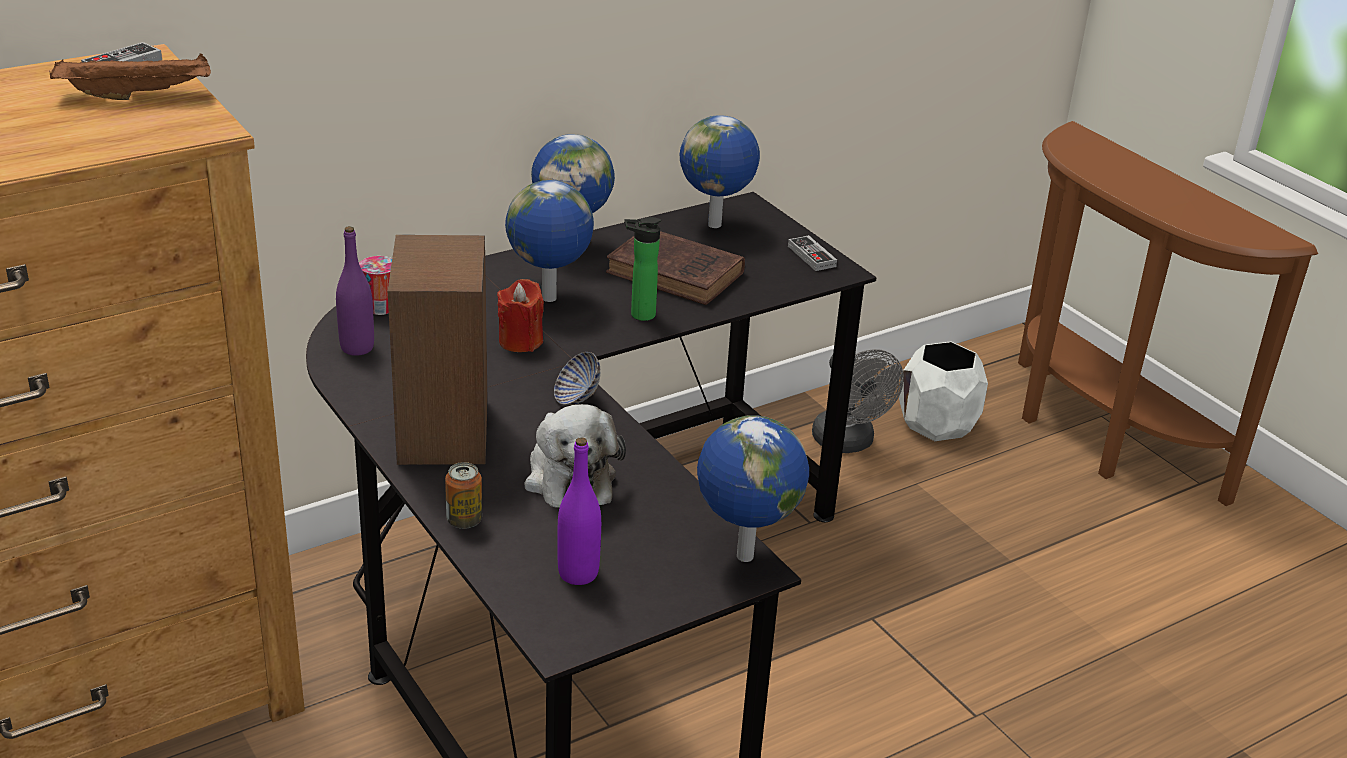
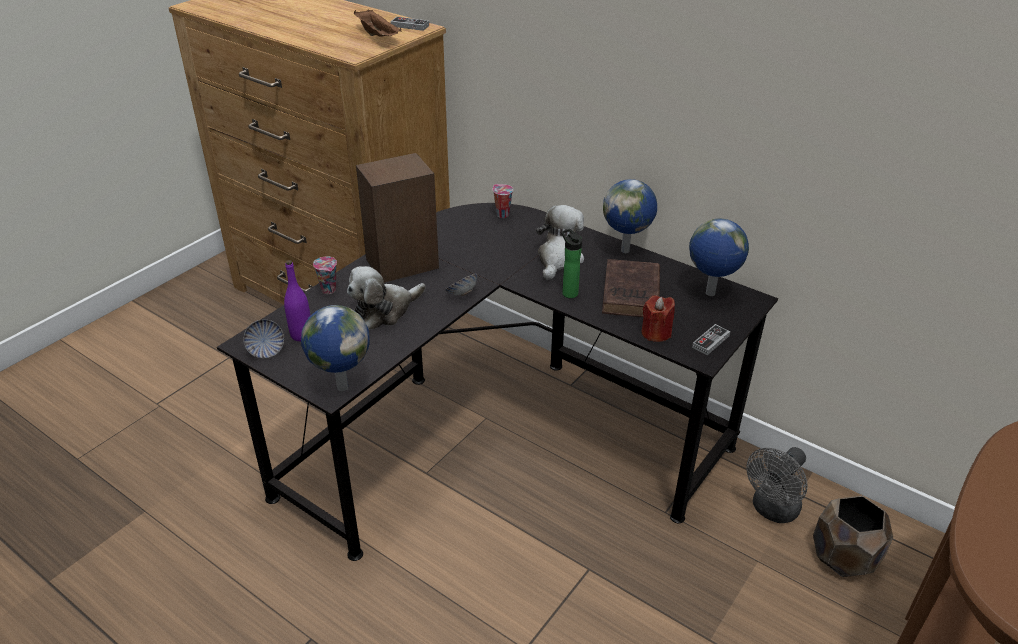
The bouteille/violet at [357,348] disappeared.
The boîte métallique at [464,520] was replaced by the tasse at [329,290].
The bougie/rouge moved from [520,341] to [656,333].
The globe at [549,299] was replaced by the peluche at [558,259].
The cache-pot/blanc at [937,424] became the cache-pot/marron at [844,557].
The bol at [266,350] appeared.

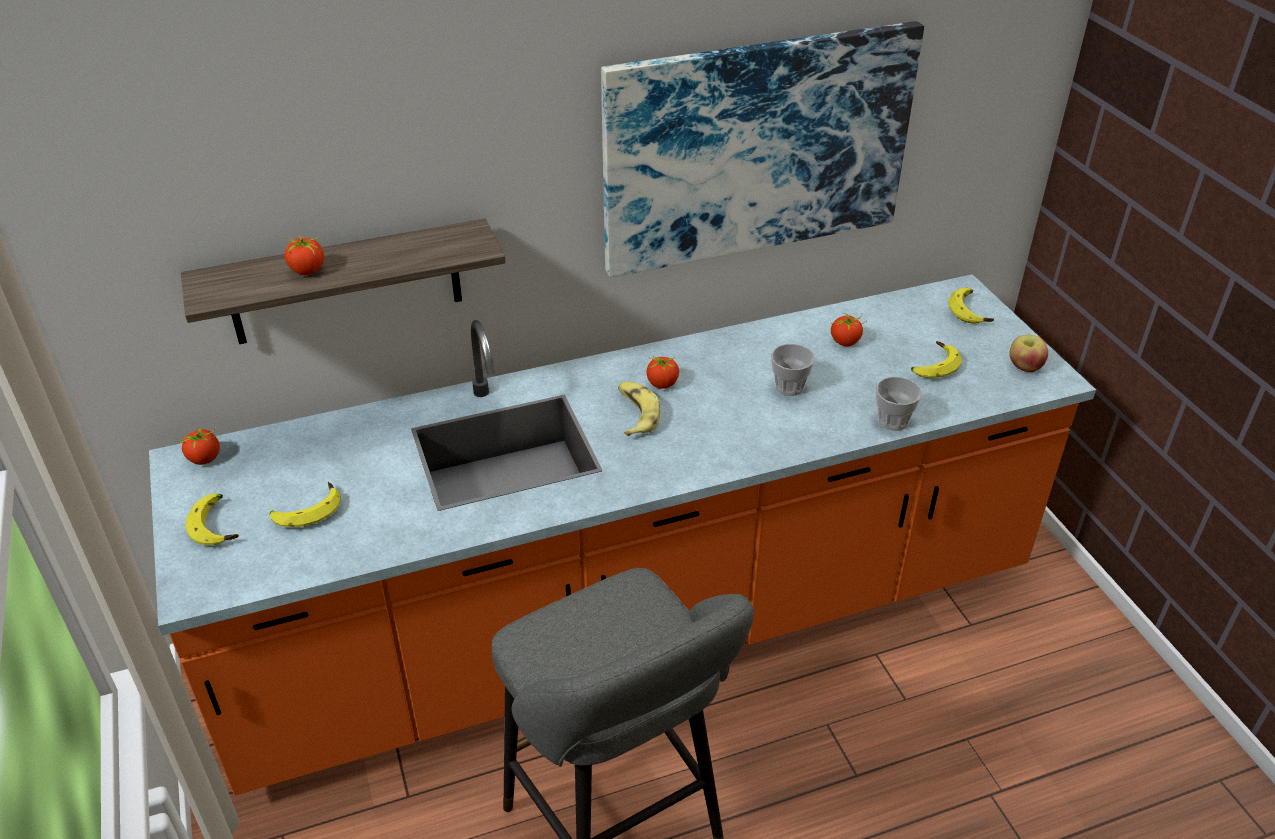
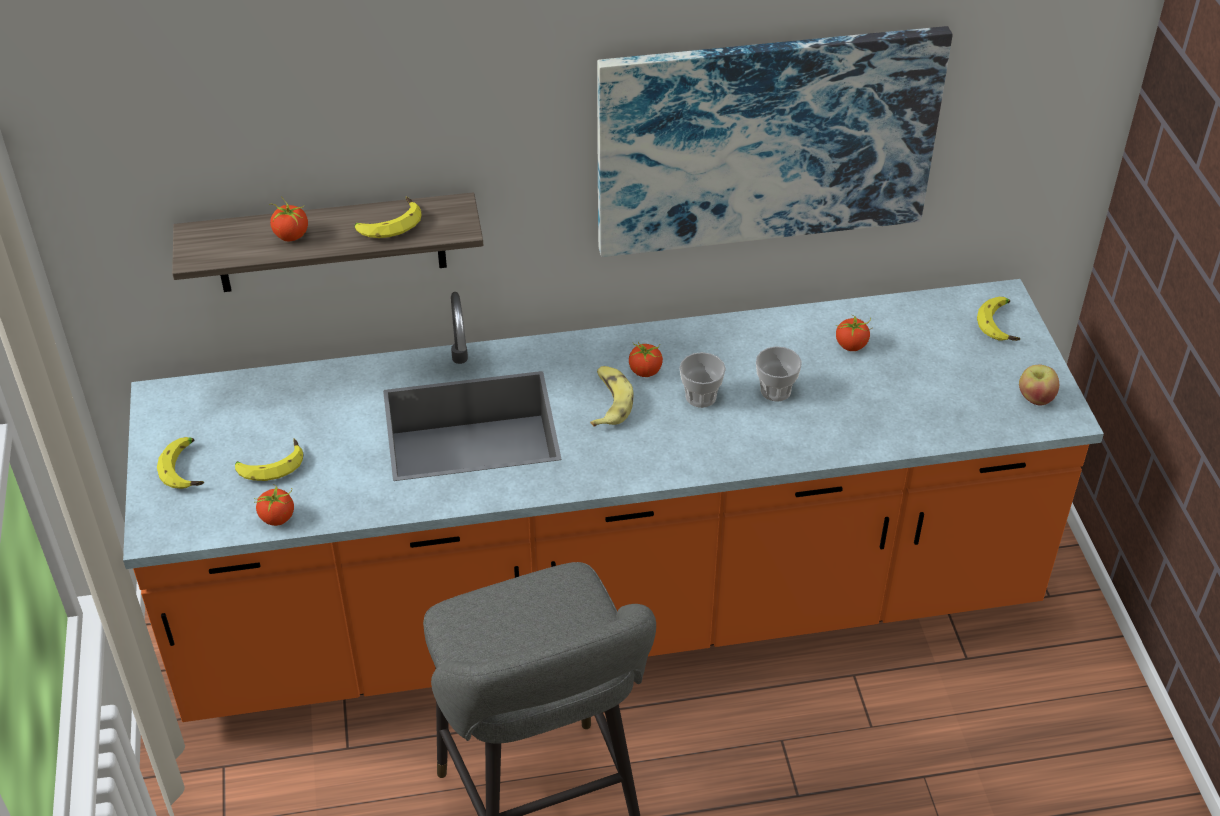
The tomate moved from [205,458] to [278,517].
The tasse moved from [893,421] to [701,397].
The banane moved from [932,365] to [388,224].

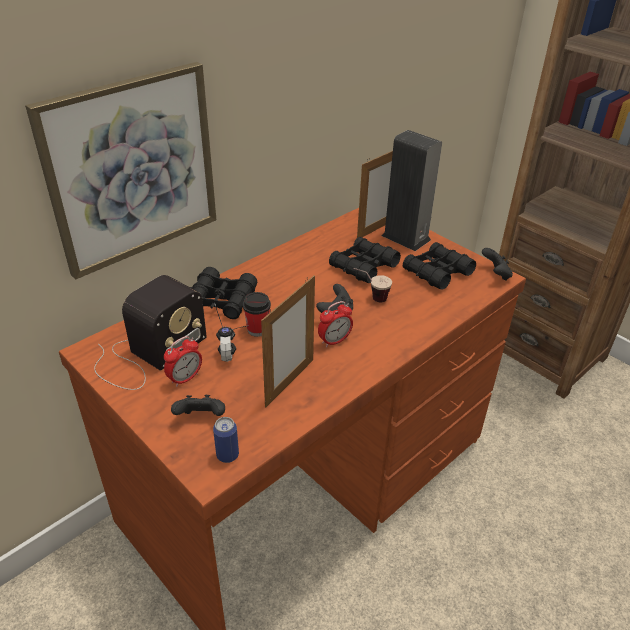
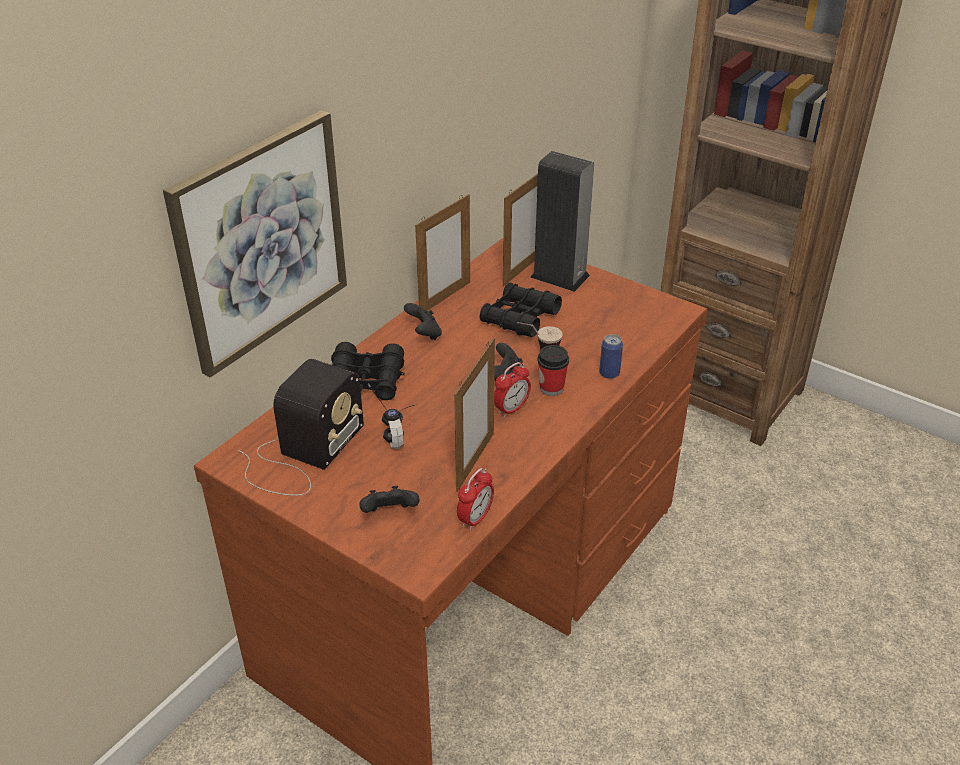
The réveil moved from [185,378] to [475,518].
The boîte métallique moved from [227,455] to [609,373].
The tasse moved from [257,329] to [551,388].
The jumelles/noir at [437,272] disappeared.
The manette/noir moved from [495,274] to [424,334].
The cadre photo at [445,298] appeared.

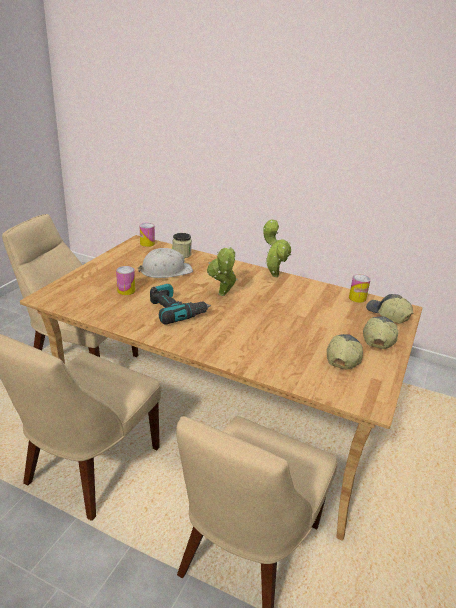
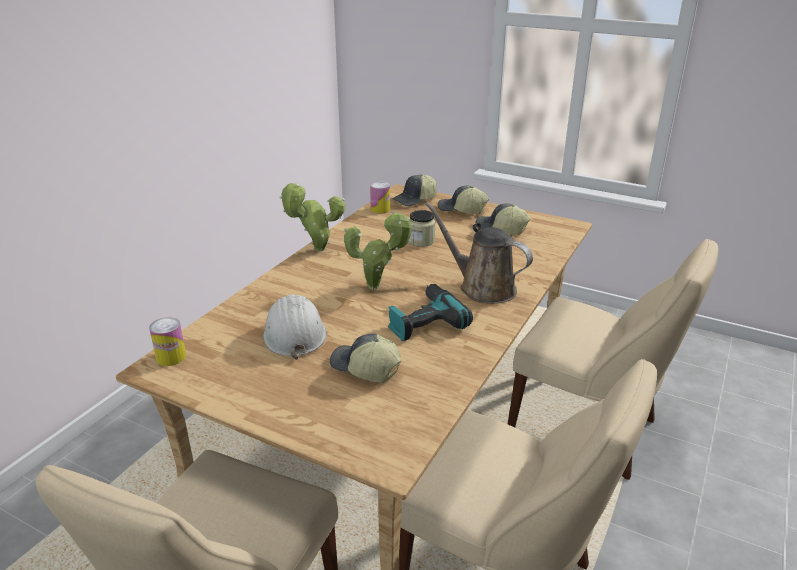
The boîte métallique at [126,291] was replaced by the casquette at [364,368].
The bocal moved from [181,254] to [421,241].
The arrosoir/marron at [482,287] appeared.

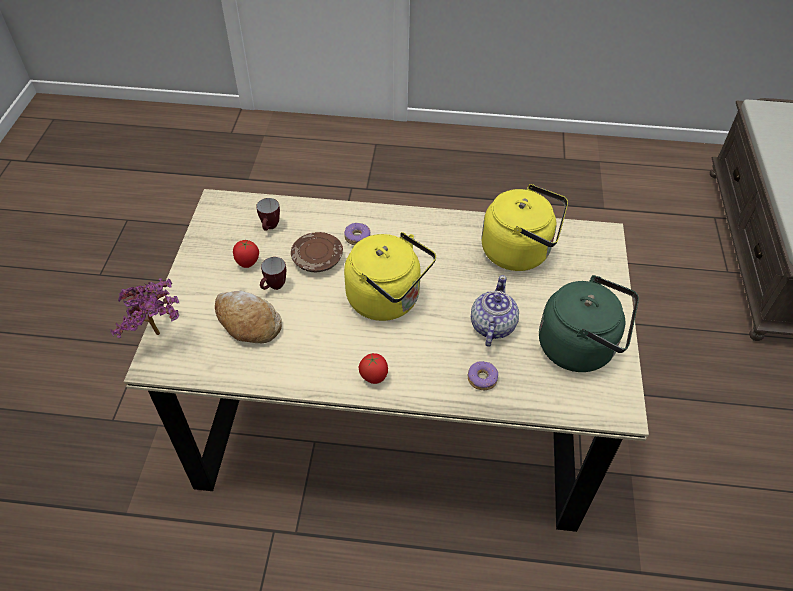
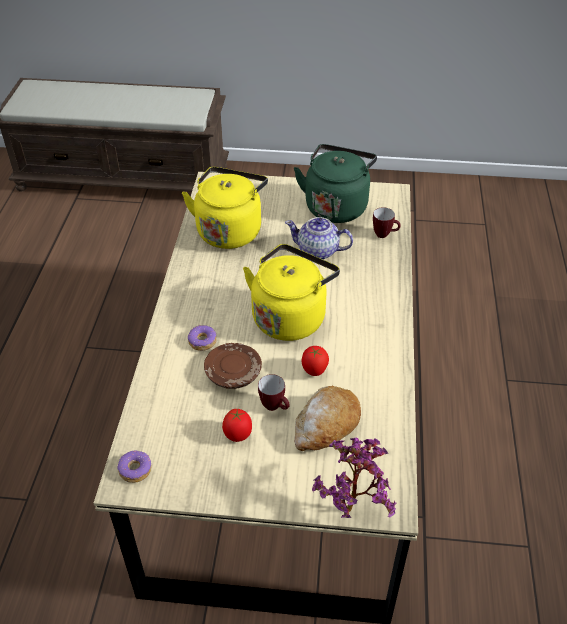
The mug moved from [270,228] to [384,235].
The tomate moved from [374,377] to [314,371].
The beignet moved from [482,379] to [135,469].

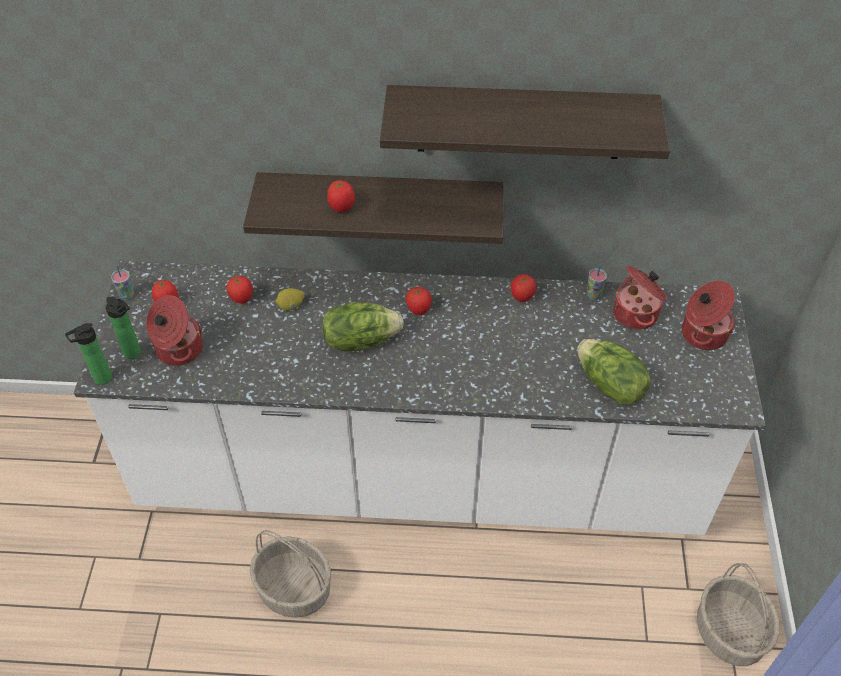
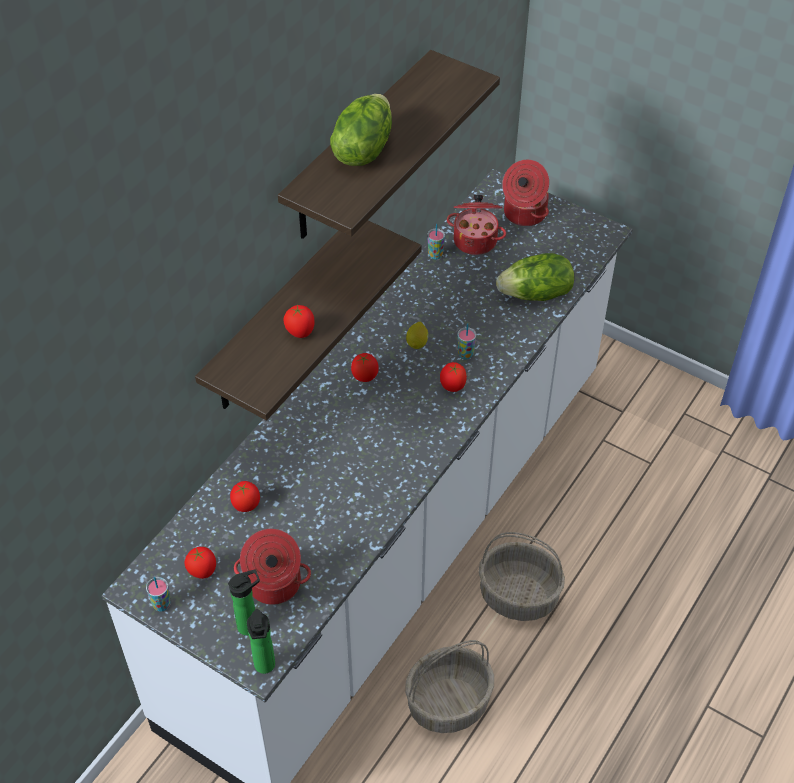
The citron moved from [291,306] to [417,343].
The laitue moved from [360,340] to [362,149].
The tomate moved from [521,298] to [452,387].
The panier moved from [730,632] to [519,595].
The tasse at [465,354] appeared.

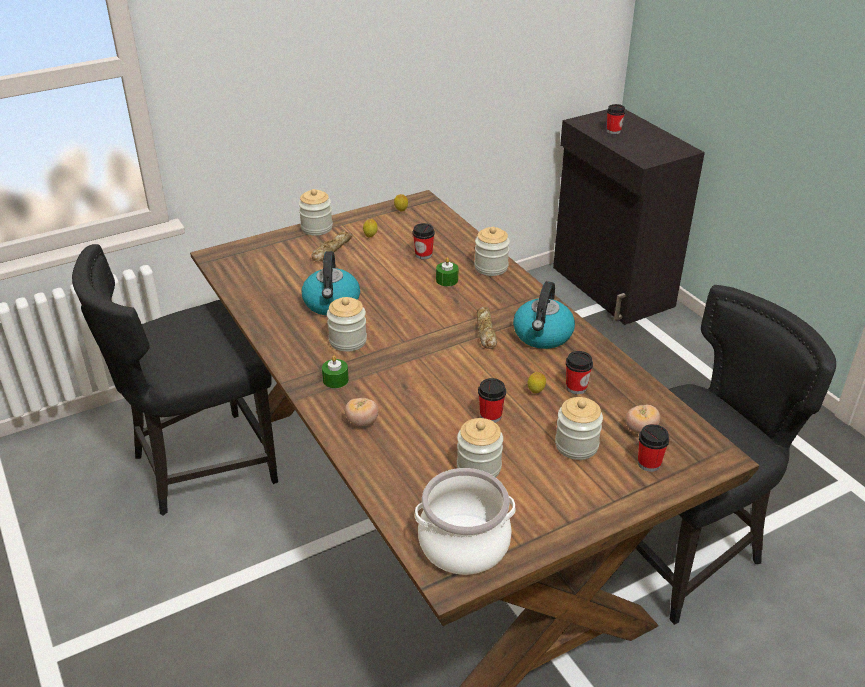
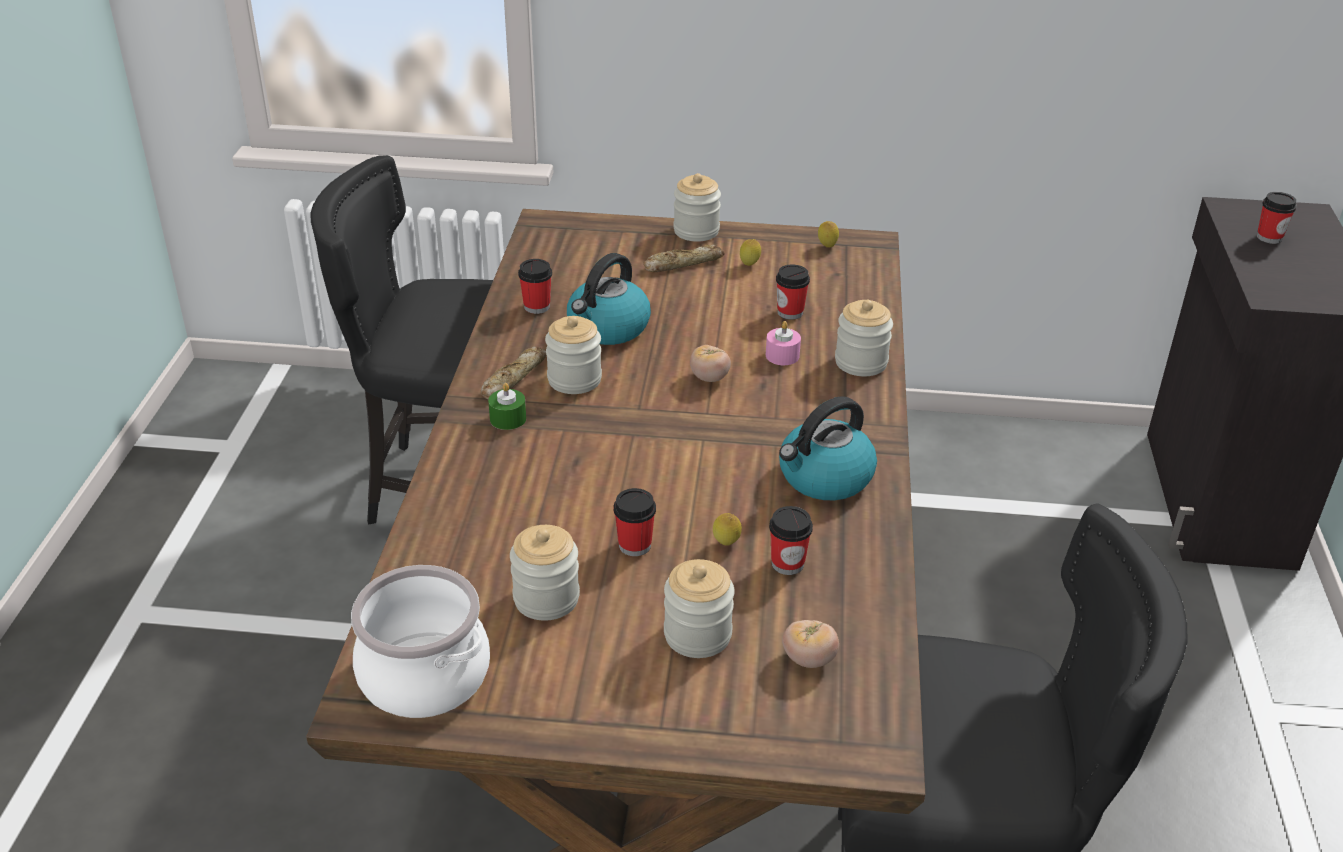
The tomate moved from [362,422] to [709,378].
The bougie/vert at [447,280] became the bougie/rose at [782,355].
The pain moved from [485,331] to [513,378].
The tasse moved from [649,463] to [537,306].

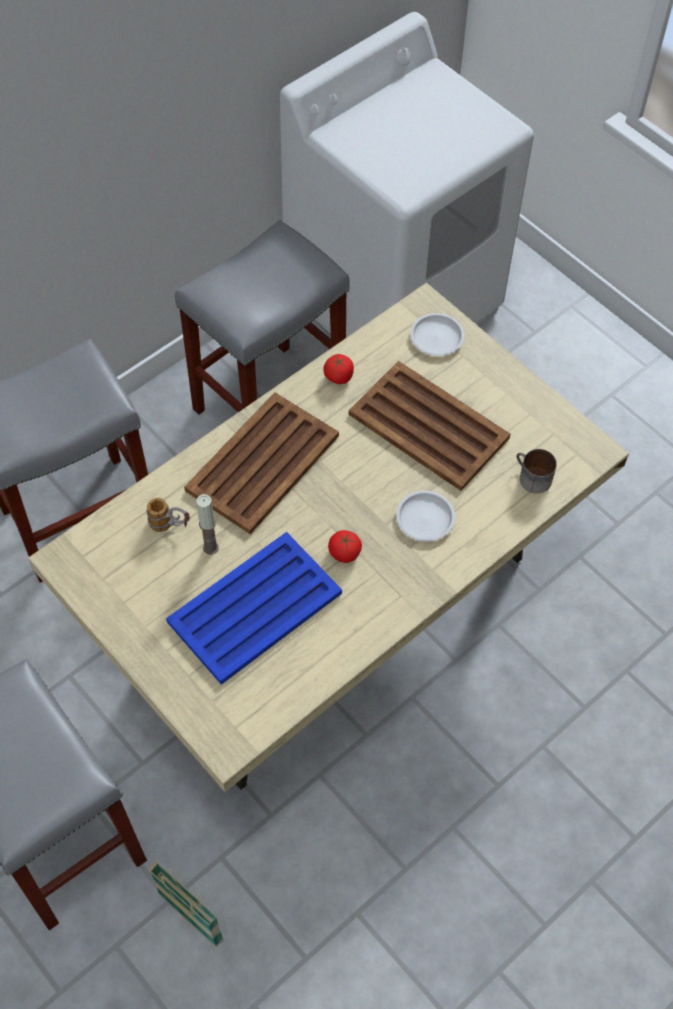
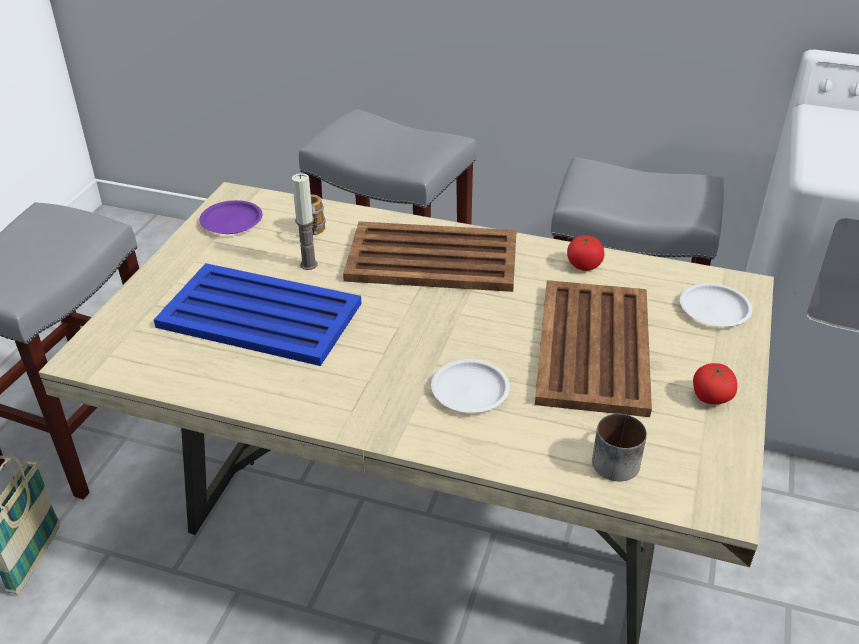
The tomate moved from [344,553] to [711,397].
The assiette/violet at [231,222] appeared.

